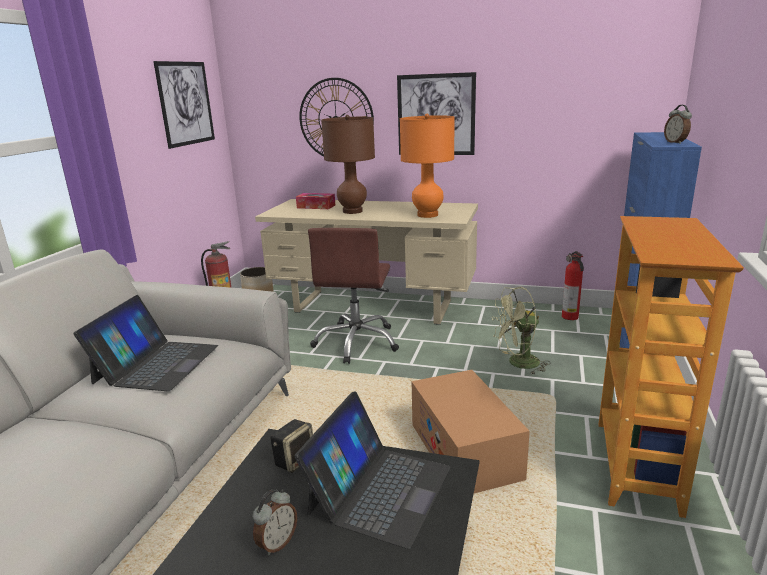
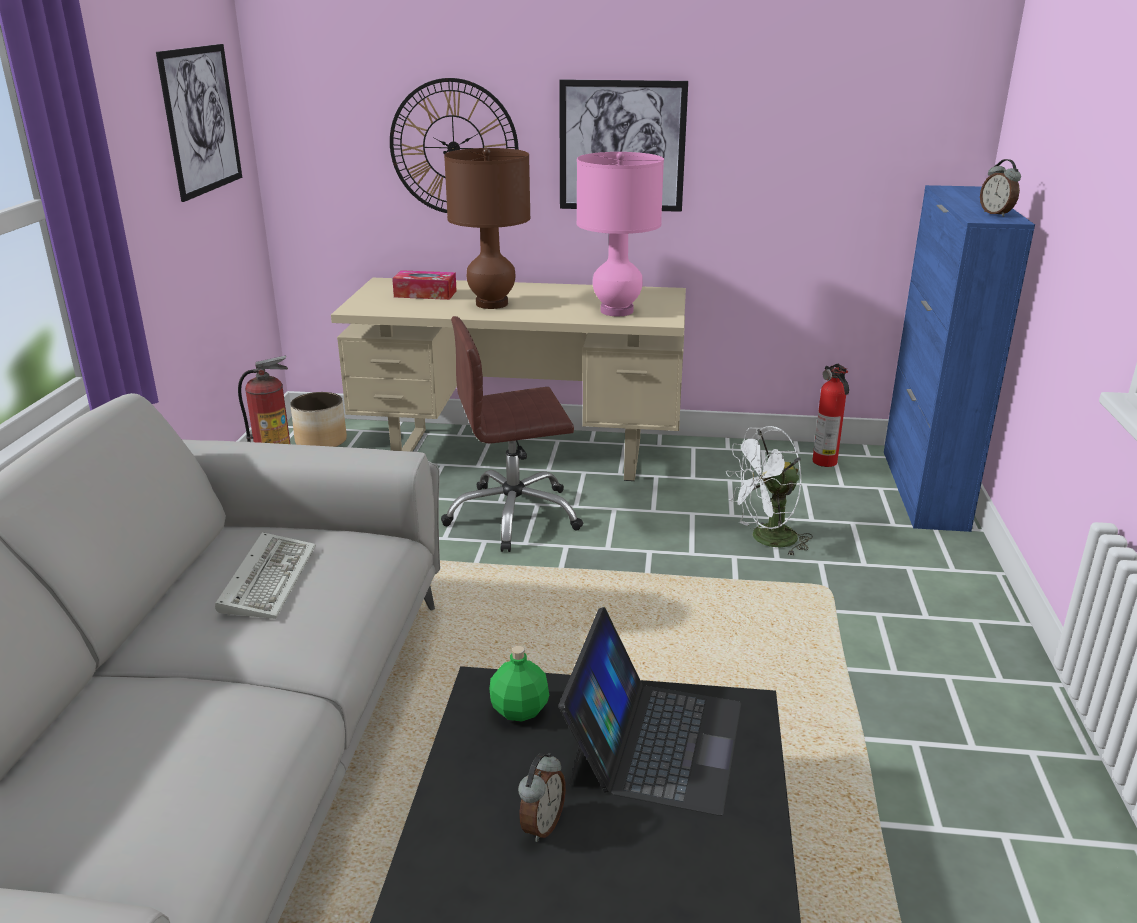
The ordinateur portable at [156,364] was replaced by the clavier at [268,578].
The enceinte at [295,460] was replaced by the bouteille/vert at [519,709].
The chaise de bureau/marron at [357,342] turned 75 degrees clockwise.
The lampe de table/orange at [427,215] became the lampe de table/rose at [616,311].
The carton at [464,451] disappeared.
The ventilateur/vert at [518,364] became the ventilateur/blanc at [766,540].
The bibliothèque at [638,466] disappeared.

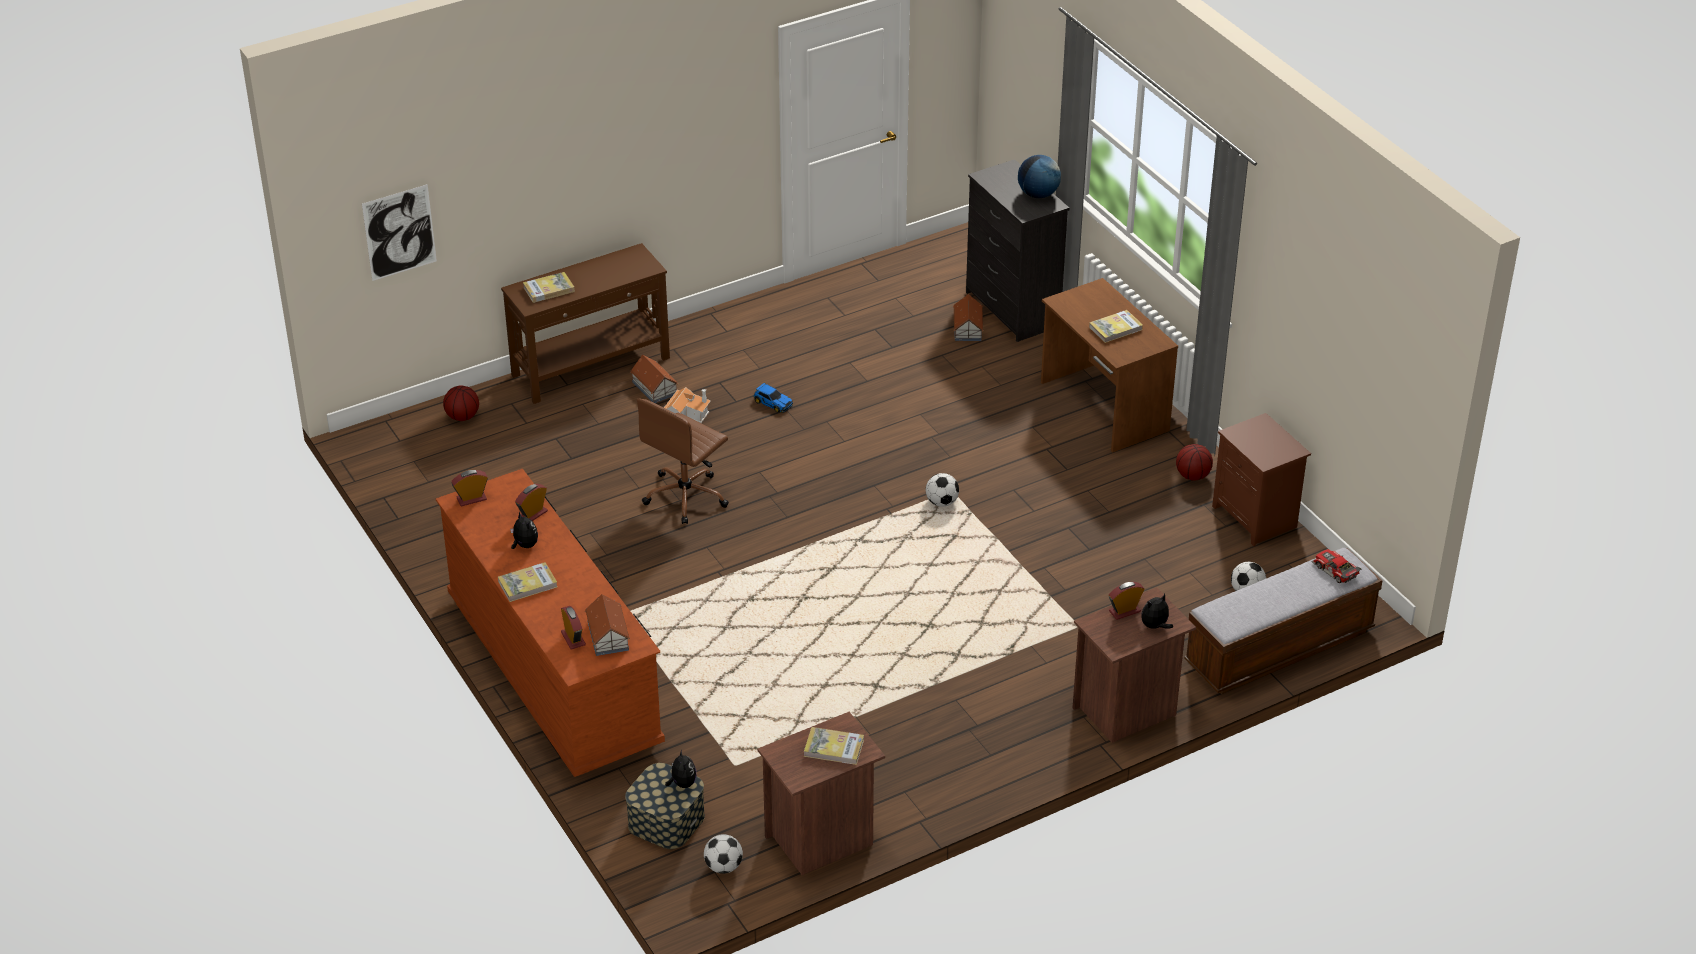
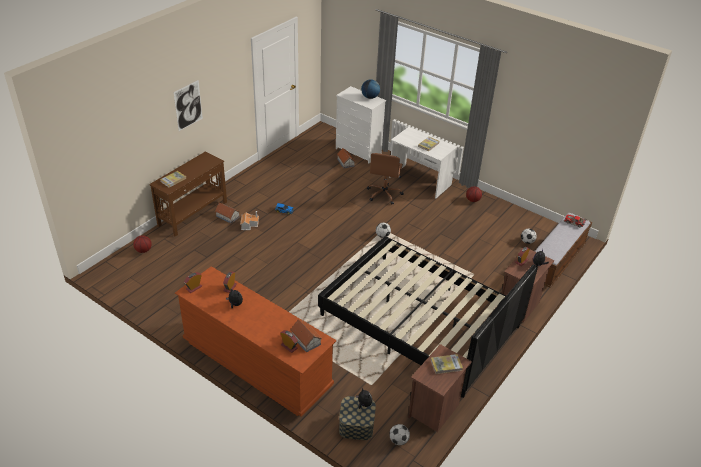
The tableau moved from [399,232] to [188,105].
The livre at [527,584] disappeared.
The chaise de bureau/marron moved from [686,496] to [384,194].
The commode/noir at [1012,310] became the commode/blanc at [358,151].
The bureau/marron at [1103,407] became the bureau/blanc at [419,181].
The table de chevet/marron at [1256,518] disappeared.
The lit/noir at [419,321] appeared.

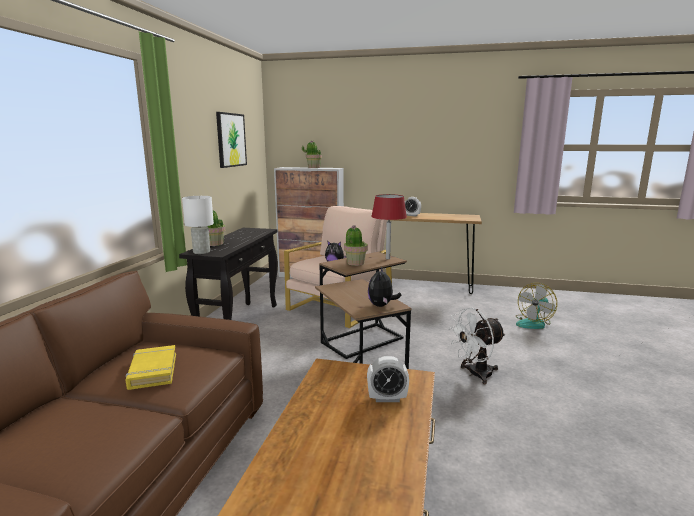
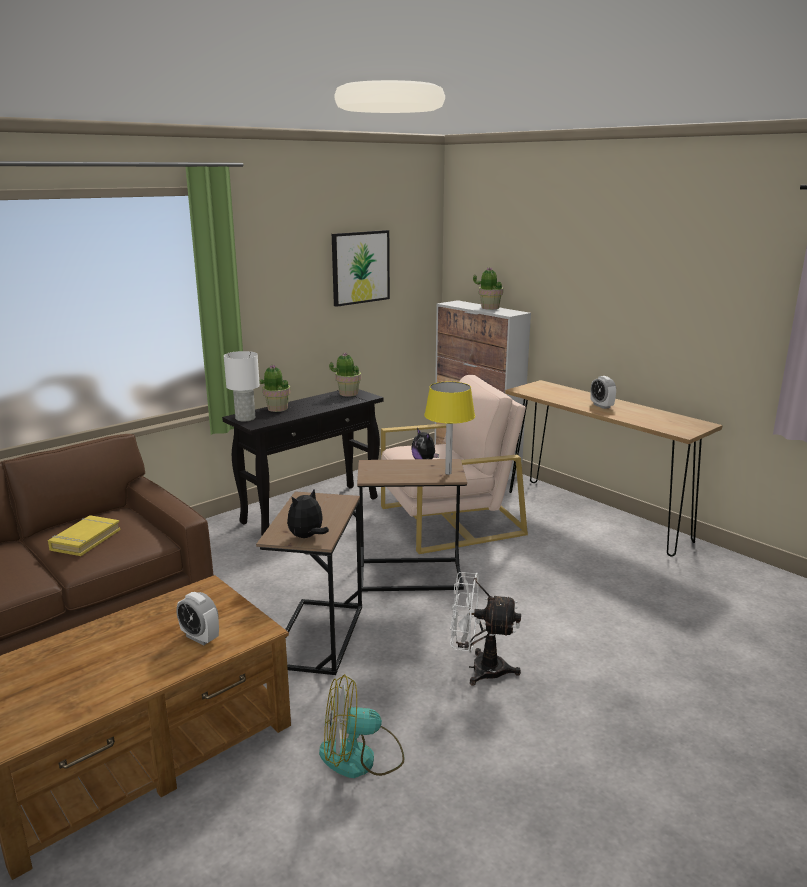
The plante en pot moved from [355,263] to [348,393].
The lampe de table/rouge at [387,258] became the lampe de table/jaune at [448,473].
The ventilateur moved from [533,323] to [361,757].

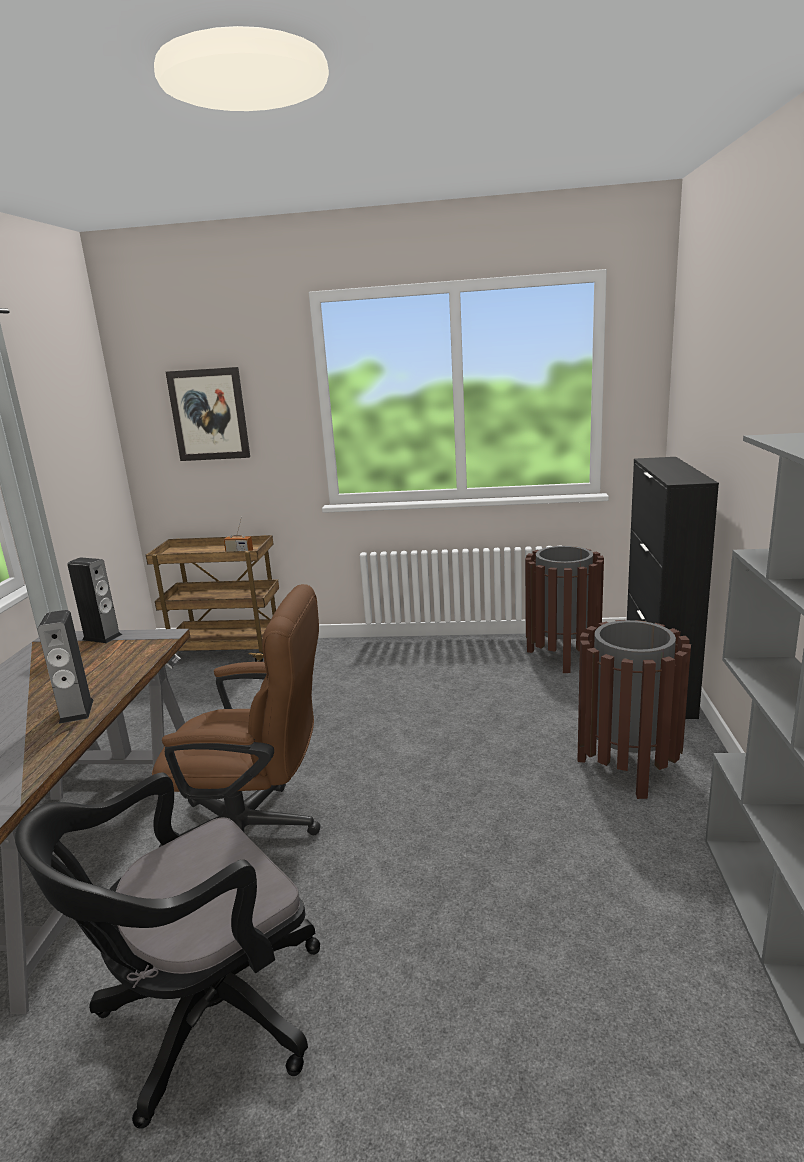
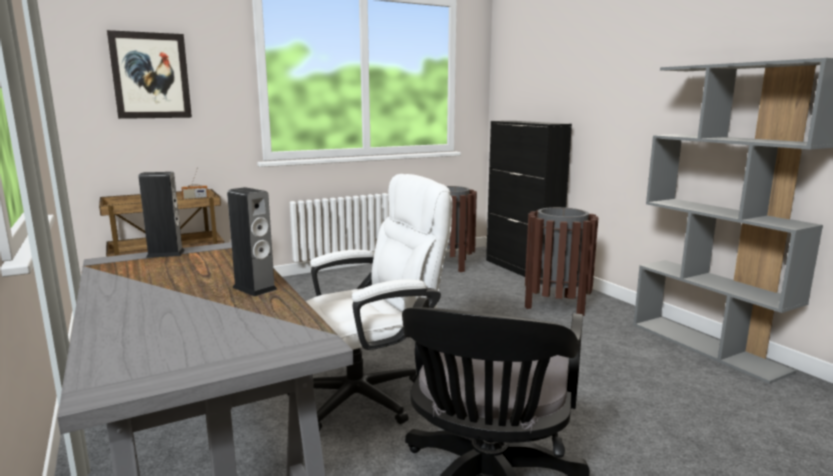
The chaise de bureau/marron at [256,833] became the chaise de bureau/blanc at [370,394].

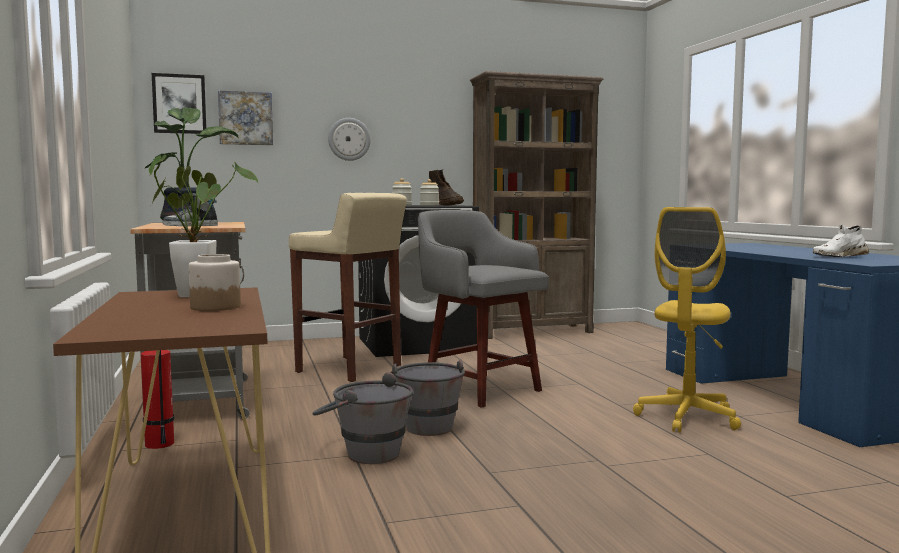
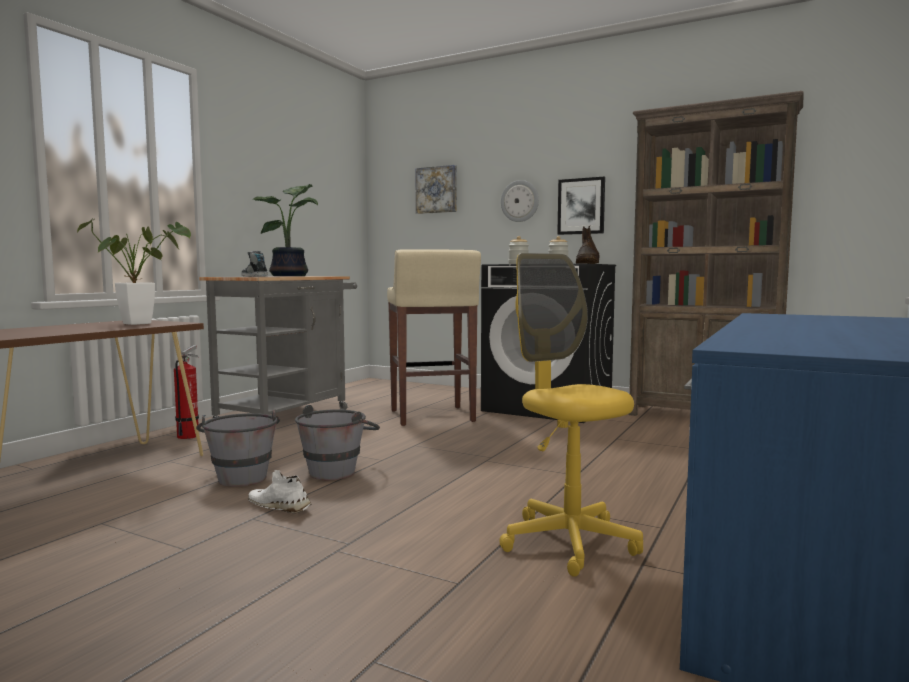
The tableau moved from [179,104] to [581,206].
The bocal at [215,307] disappeared.
The tabouret/gris at [479,389] disappeared.
The chaise de bureau/jaune at [687,418] turned 75 degrees clockwise.
The chaussure/blanc moved from [838,256] to [280,507].

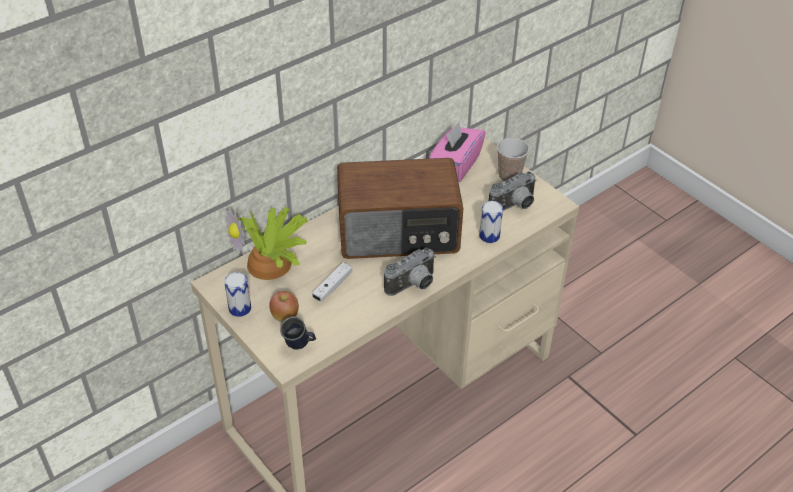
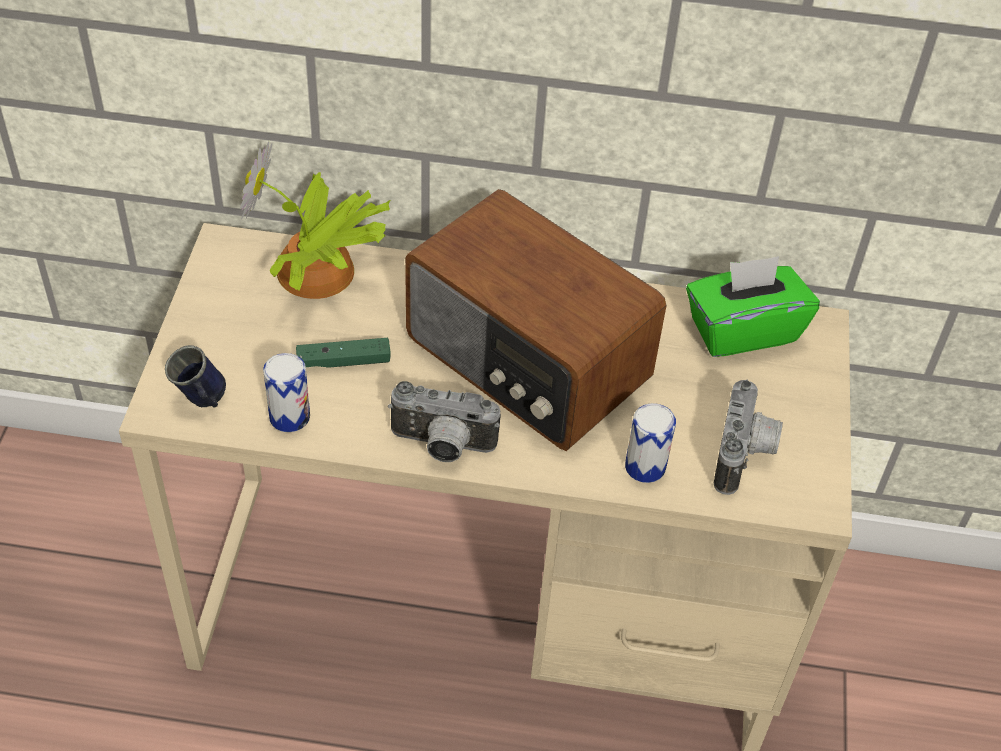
The boîte métallique moved from [240,308] to [289,417].
The pomme at [285,316] disappeared.
The manette/blanc at [332,287] became the manette/vert at [343,361].
The boîte à mouchoirs/rose at [455,165] became the boîte à mouchoirs/vert at [742,330].
The appareil photo at [514,206] turned 90 degrees counterclockwise.
The tasse at [509,176] disappeared.

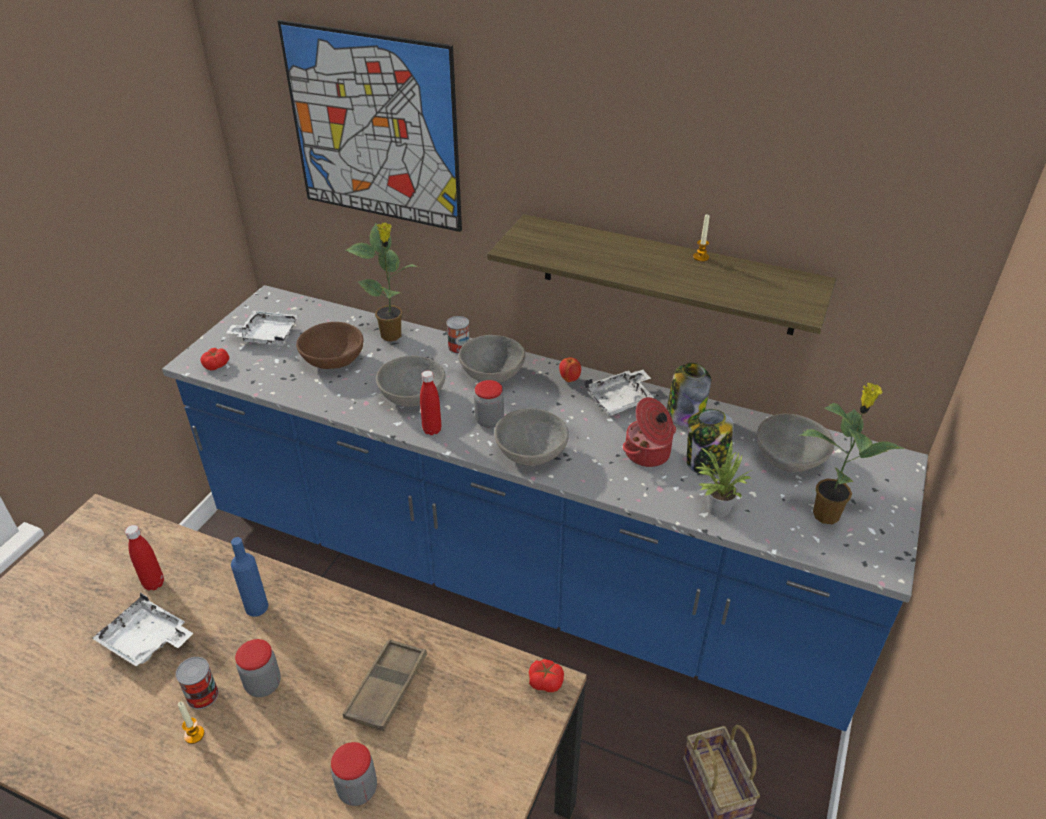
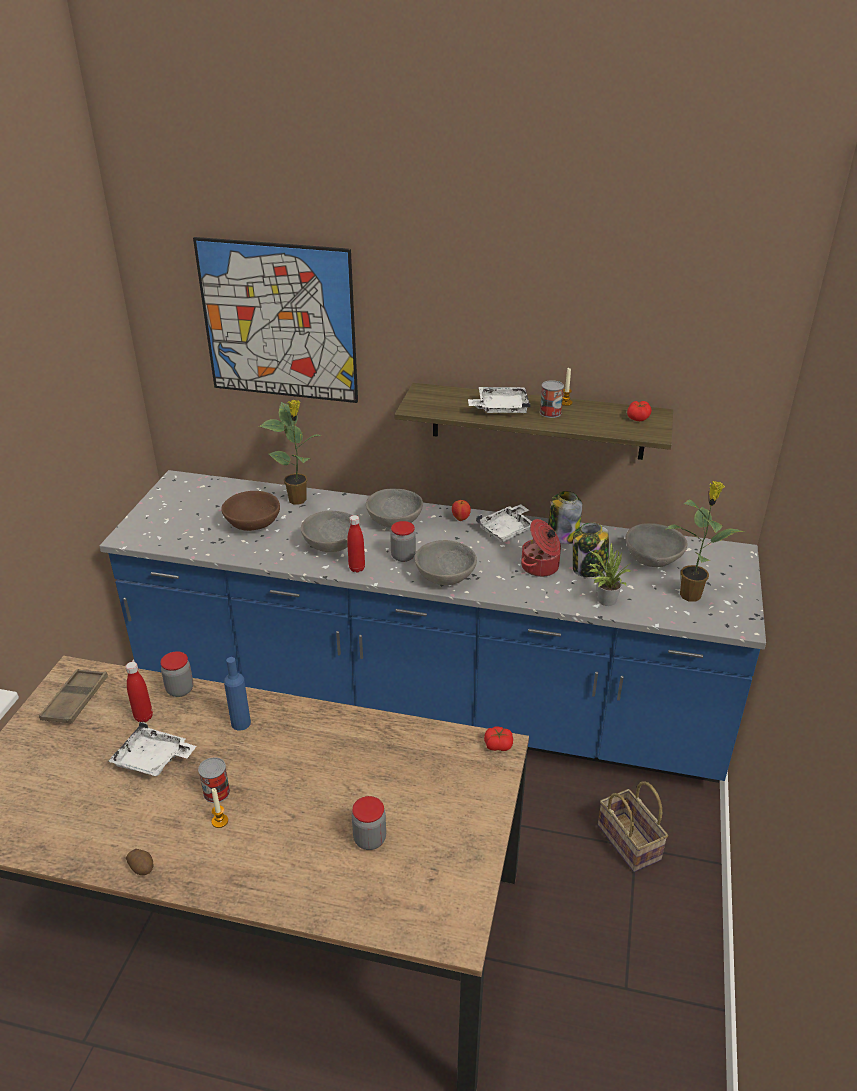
The tomate moved from [216,365] to [638,417].
The plateau/blanc moved from [267,335] to [500,408].
The bocal moved from [263,684] to [180,689].
The plateau/marron moved from [387,688] to [76,700].
The boîte métallique moved from [459,347] to [550,412].
The pomme de terre at [142,867] appeared.

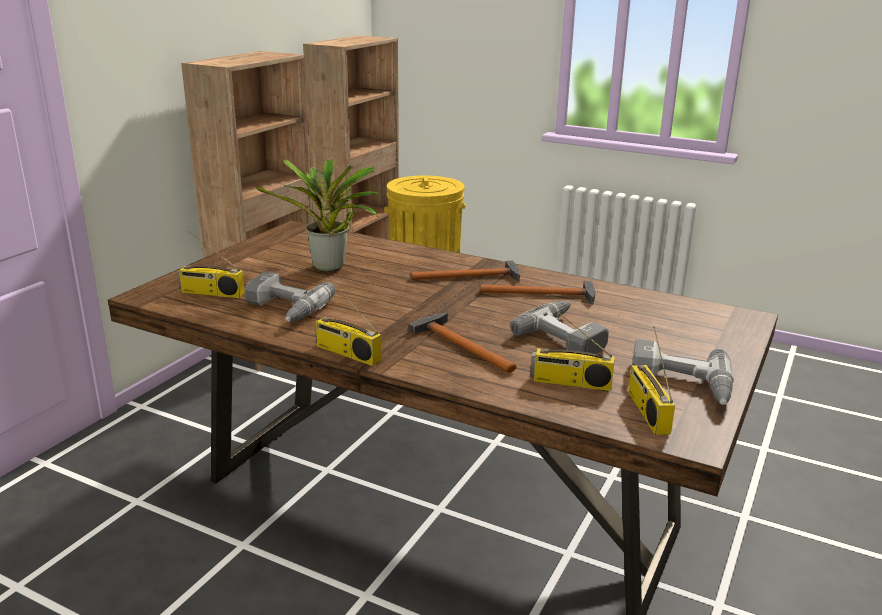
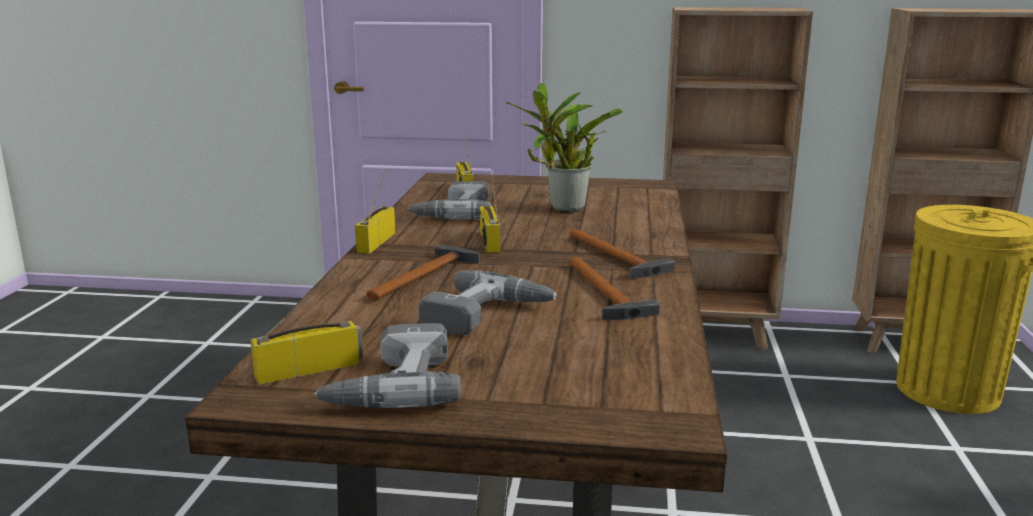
The radio moved from [570,383] to [488,241].

